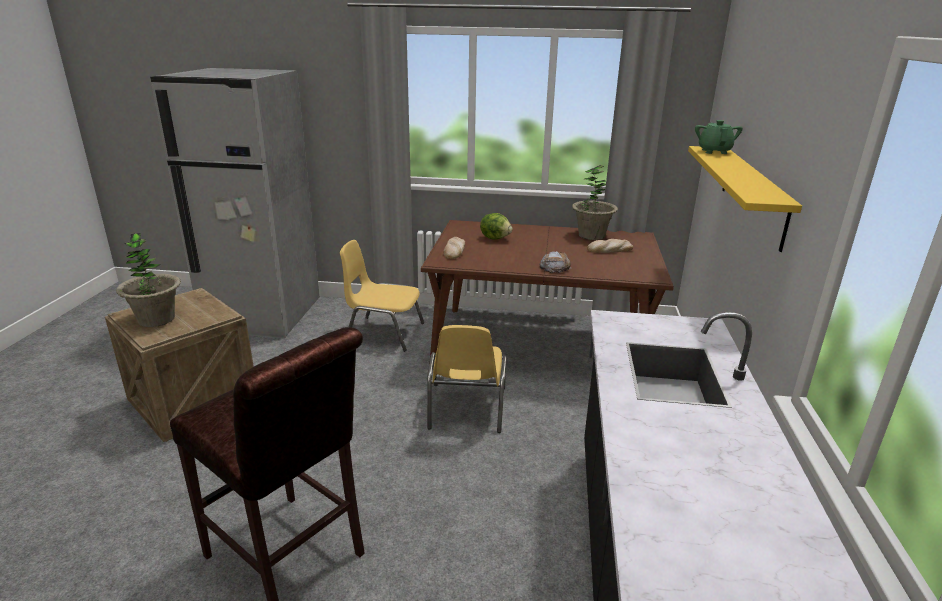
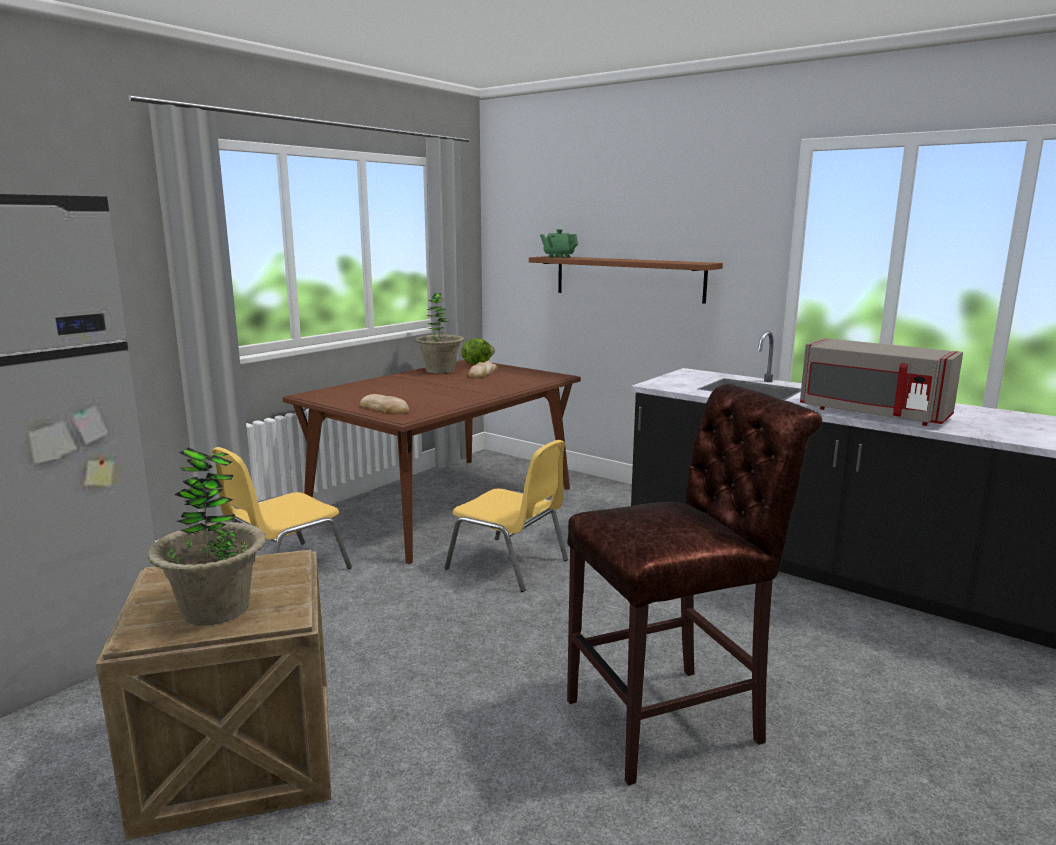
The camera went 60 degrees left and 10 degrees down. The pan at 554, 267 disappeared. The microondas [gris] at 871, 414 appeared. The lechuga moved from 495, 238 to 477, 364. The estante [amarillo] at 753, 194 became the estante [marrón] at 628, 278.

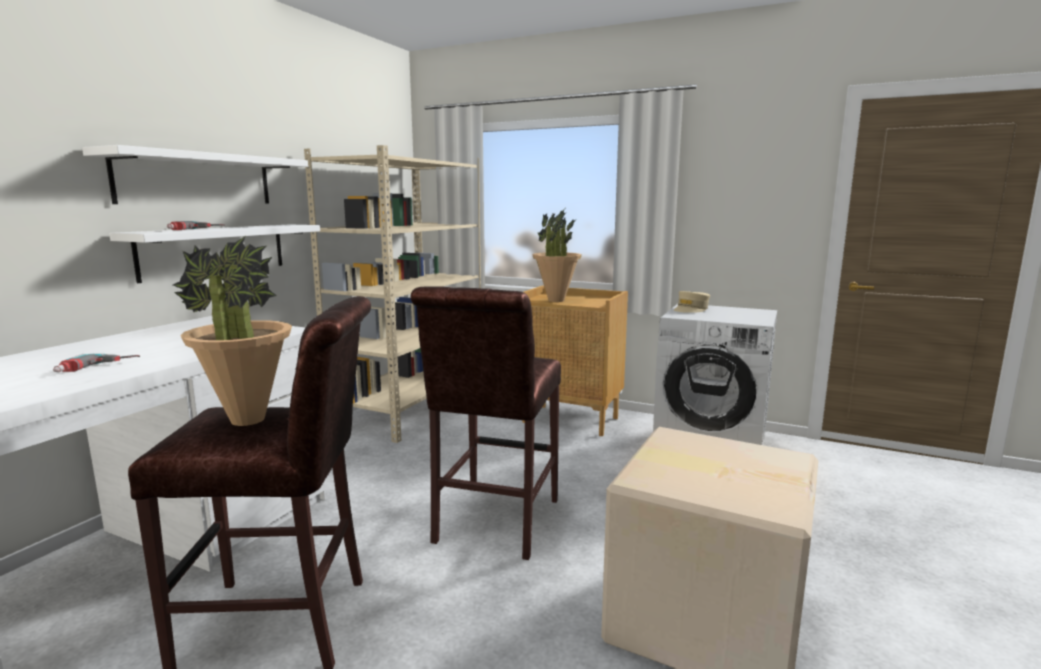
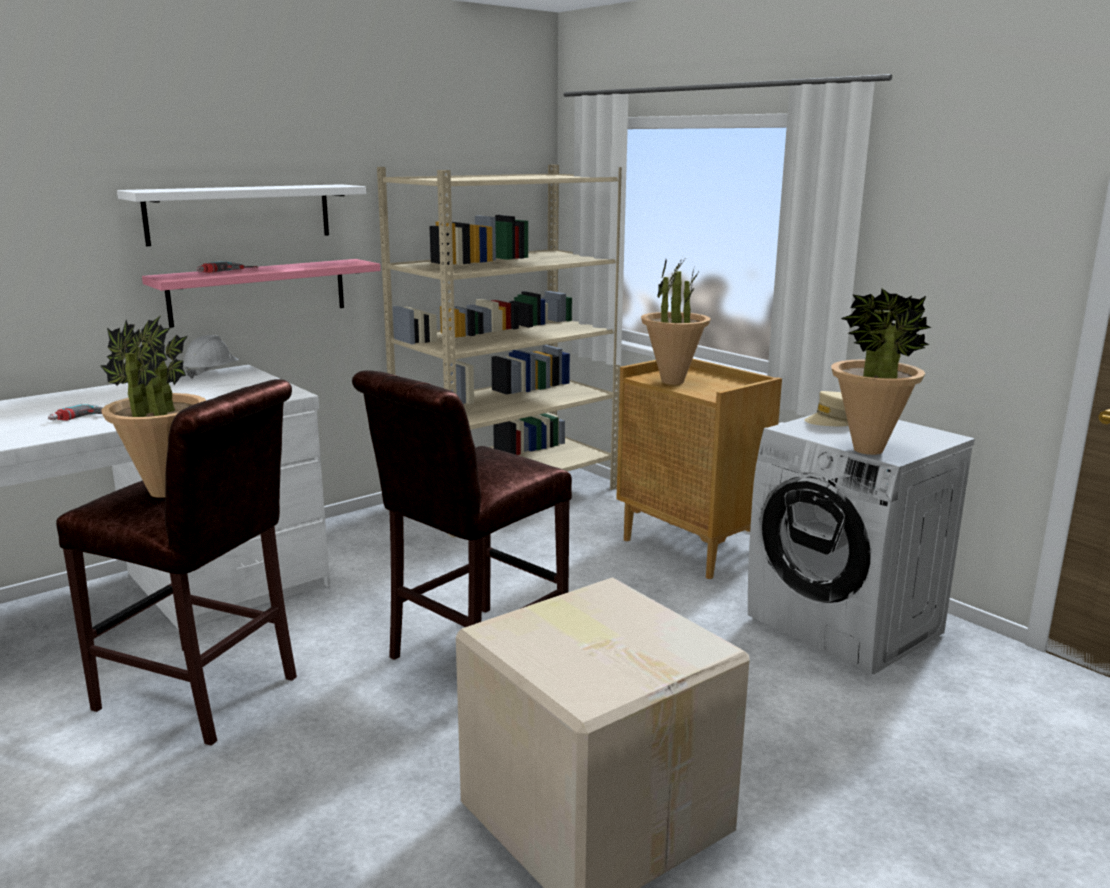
The camera went 25 degrees right and 5 degrees up. The casco [blanco] at 211, 373 appeared. The planta en maceta at 868, 450 appeared. The estante [blanco] at 215, 250 became the estante [rosa] at 259, 292.

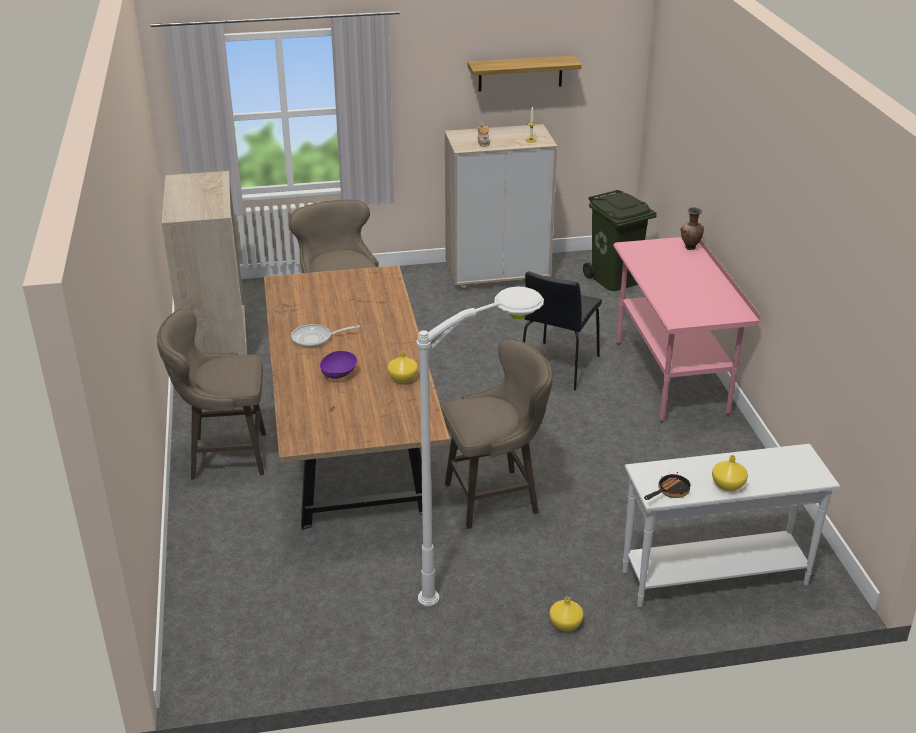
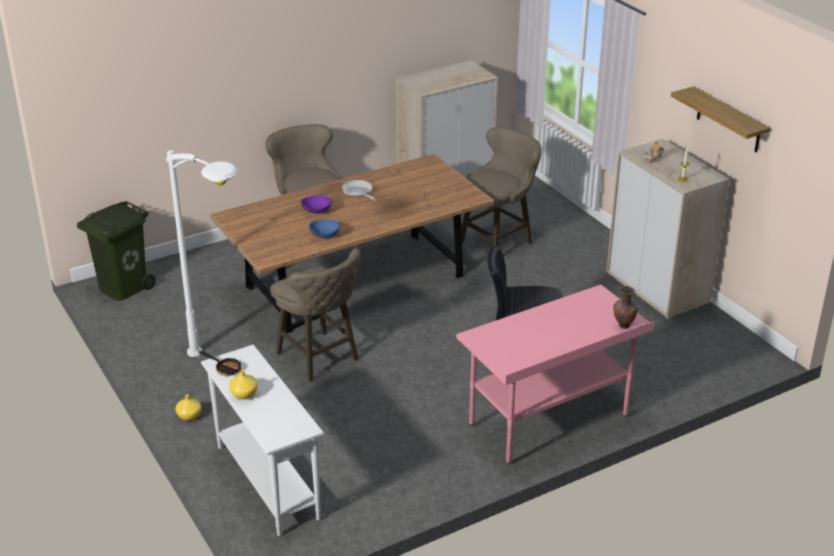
The camera went 70 degrees right and 0 degrees up. The papelera [verde] moved from 614, 280 to 122, 287. The florero [amarillo] at 402, 379 was replaced by the cuenco [azul] at 324, 236.

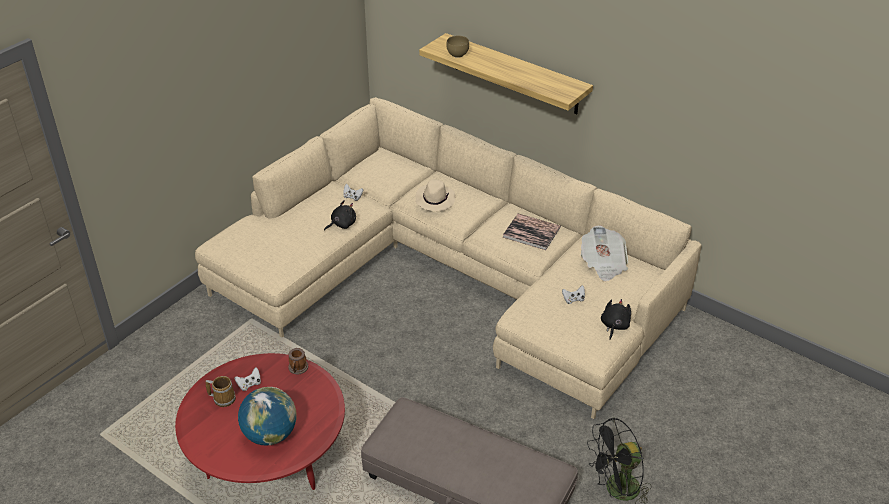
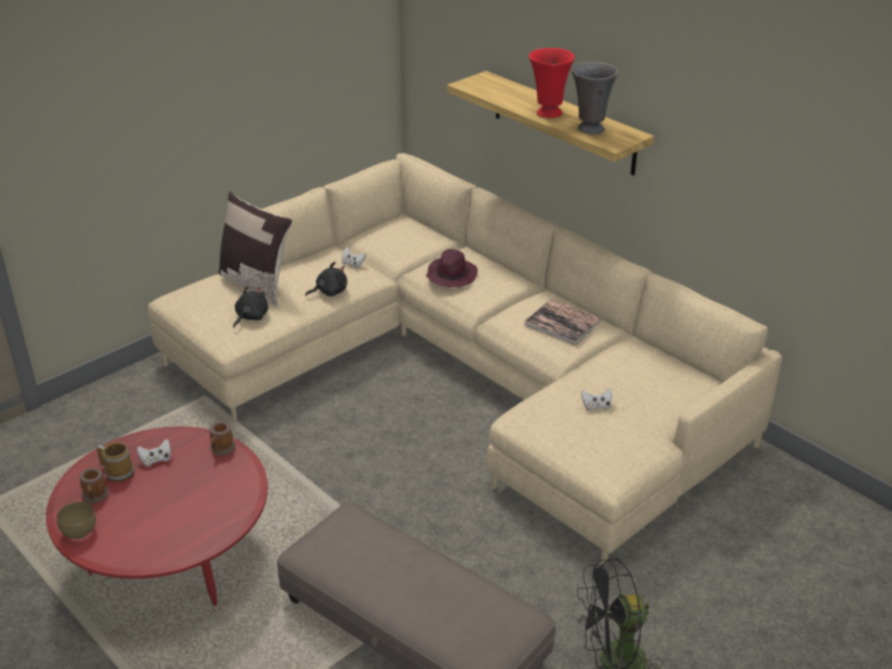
The camera went 10 degrees right and 5 degrees down. The globo terráqueo at 270, 435 disappeared. The periódico at 603, 264 disappeared. The taza grande at 95, 497 appeared. The cojín at 257, 285 appeared. The florero [rojo] at 548, 113 appeared. The florero [gris] at 589, 129 appeared. The cuenco [marrón] moved from 457, 54 to 79, 531. The peluche [negro] moved from 614, 326 to 250, 317. The sombrero [beis] at 434, 200 became the sombrero [morado] at 451, 275.

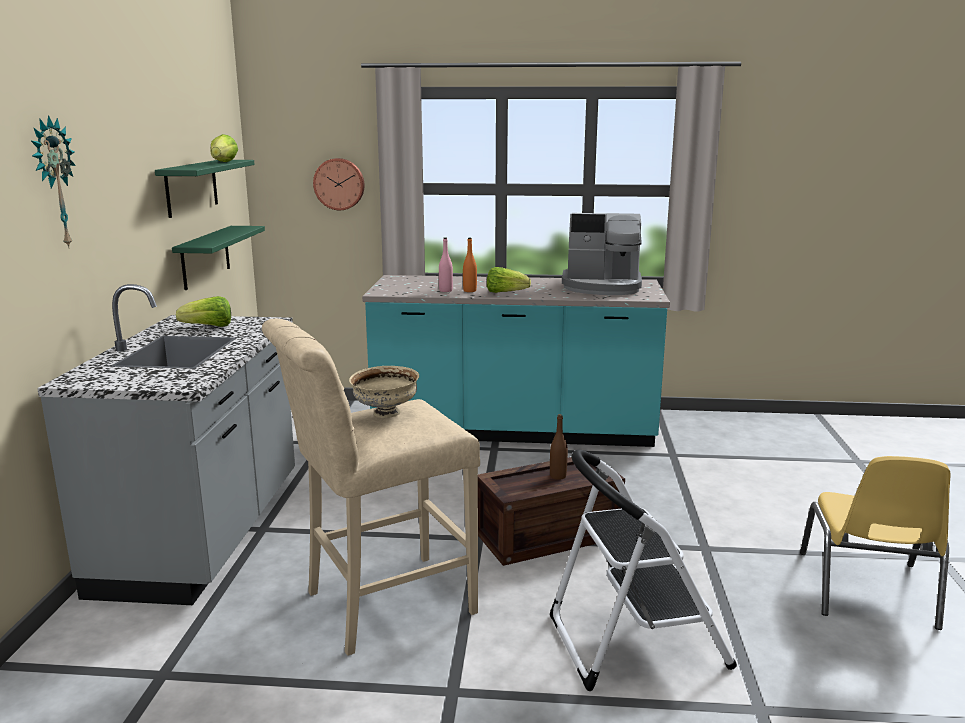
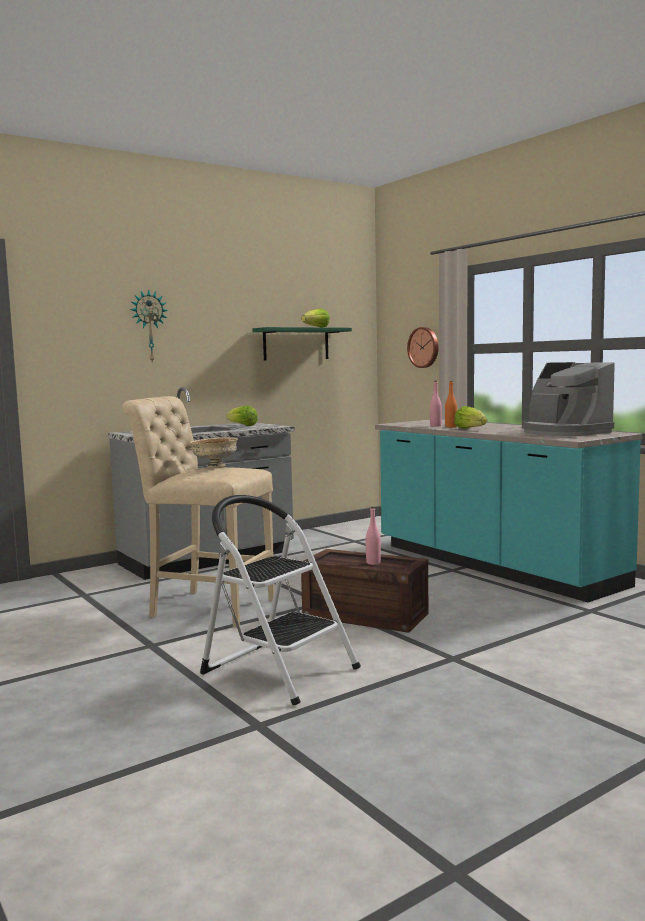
The camera went 50 degrees right and 10 degrees down. The estante [verde] at 205, 257 disappeared. The silla [amarillo] at 867, 590 disappeared. The botella [marrón] at 558, 476 became the botella [rosa] at 373, 563.

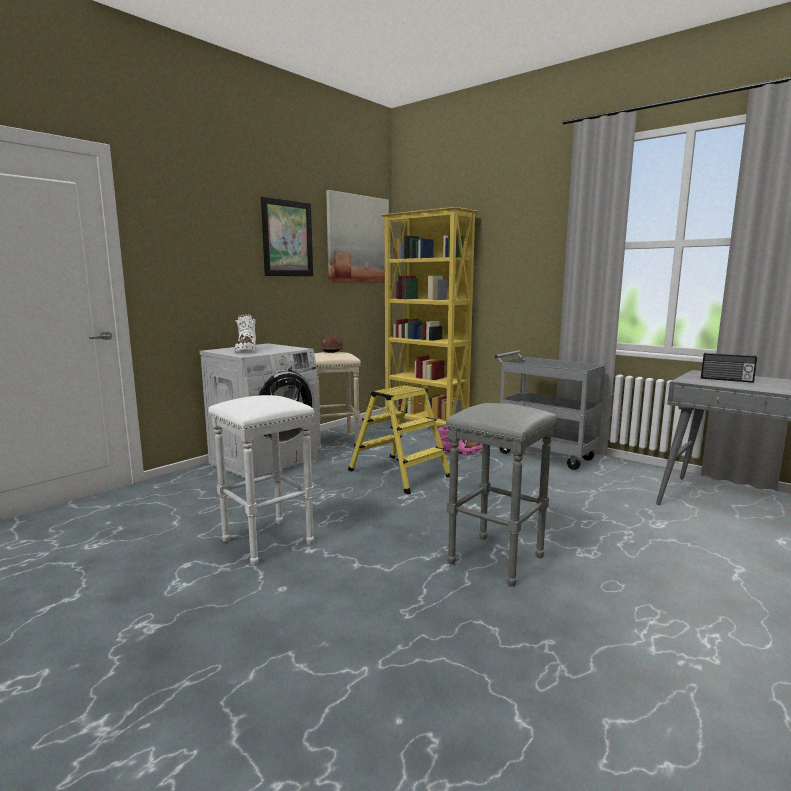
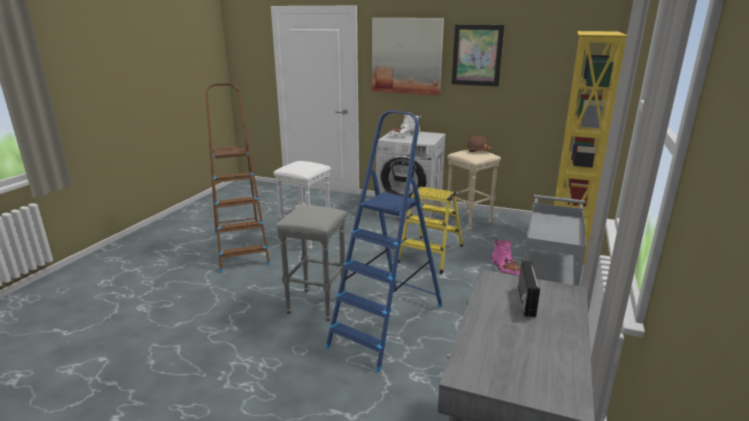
The camera went 70 degrees right and 10 degrees up. The escalera de tijera [marrón] at 241, 247 appeared. The escalera de tijera [azul] at 387, 325 appeared. The cuadro moved from 358, 239 to 406, 56.

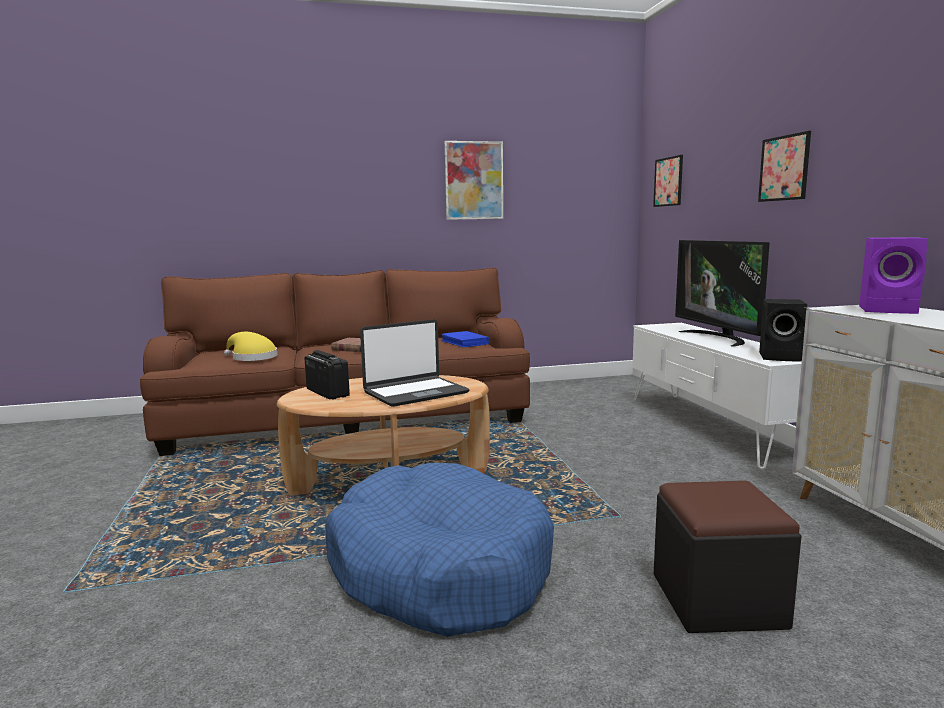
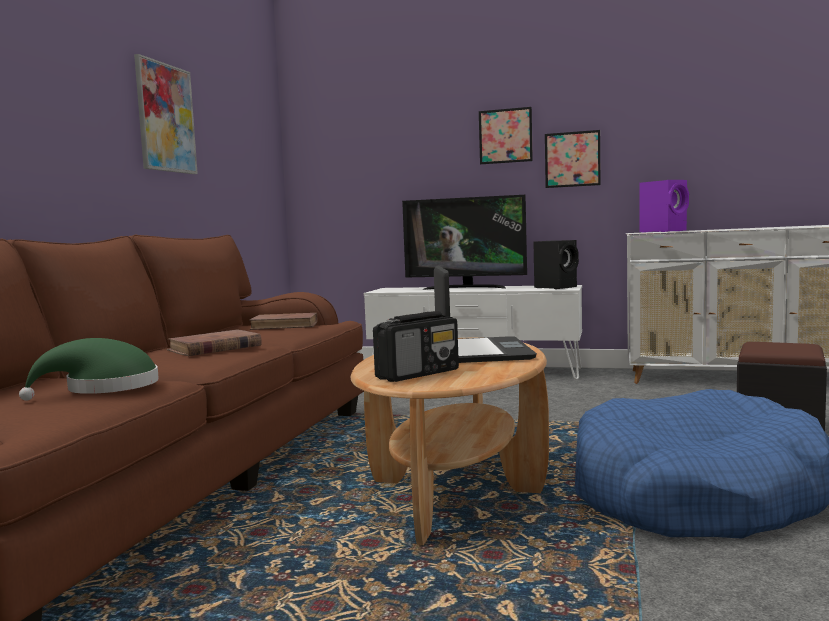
The camera went 60 degrees left and 5 degrees down. The cuadro moved from 668, 181 to 572, 159. The sombrero [amarillo] at 252, 358 became the sombrero [verde] at 105, 389. The libro [azul] at 465, 342 became the libro [marrón] at 285, 325. The radio at 327, 393 turned 150 degrees clockwise.

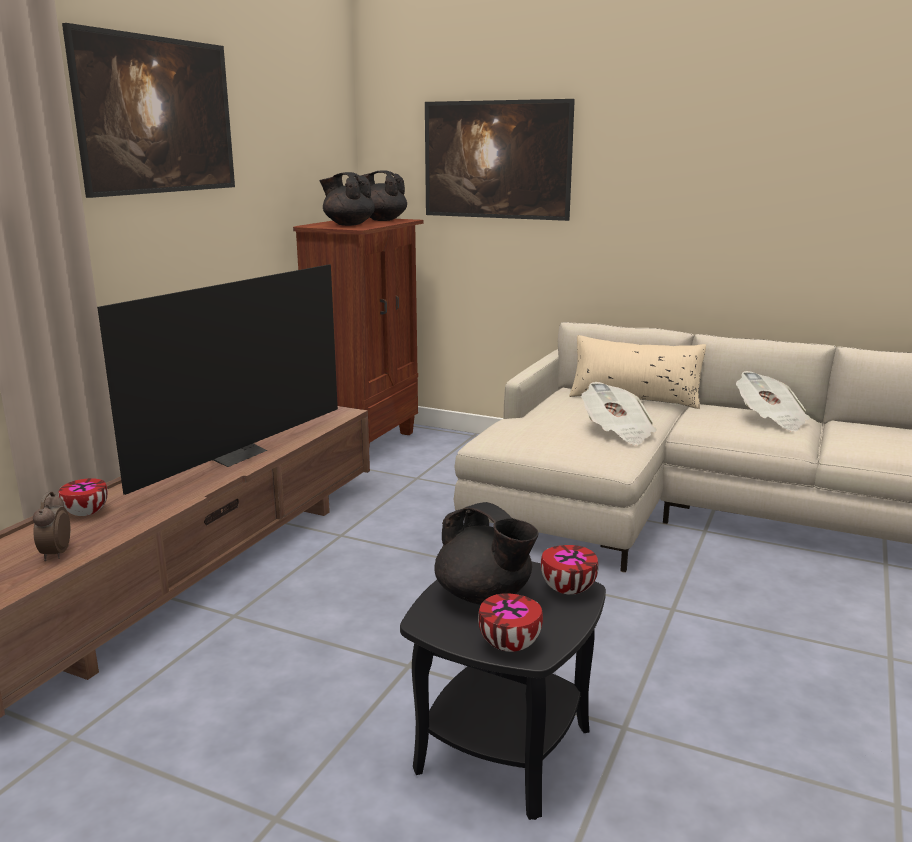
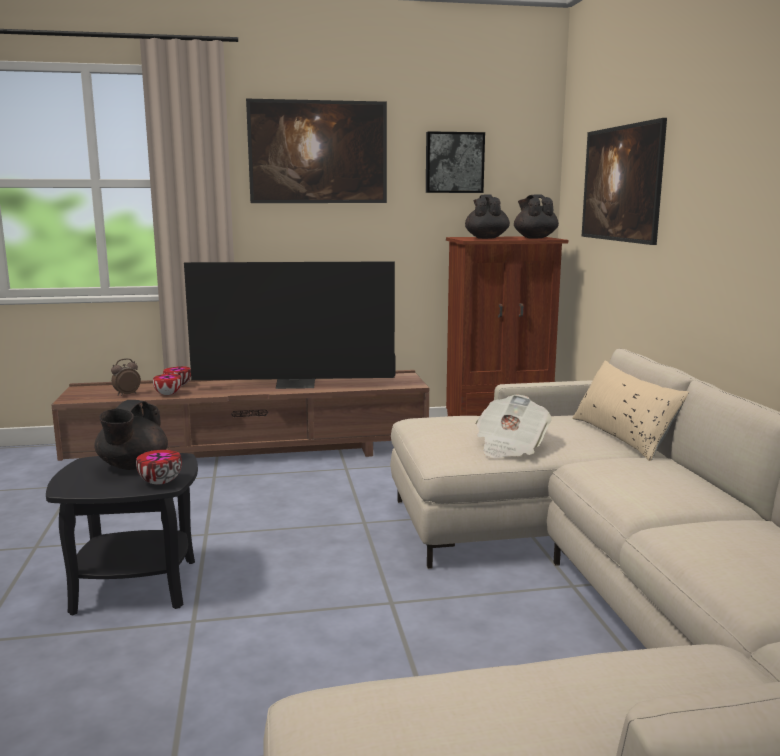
The camera went 55 degrees right and 5 degrees down. The periódico at 770, 420 disappeared. The cuadro at 454, 162 appeared. The cuenco moved from 510, 646 to 167, 394.

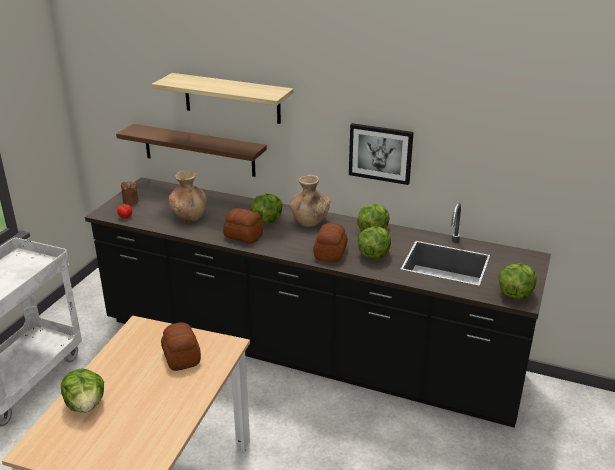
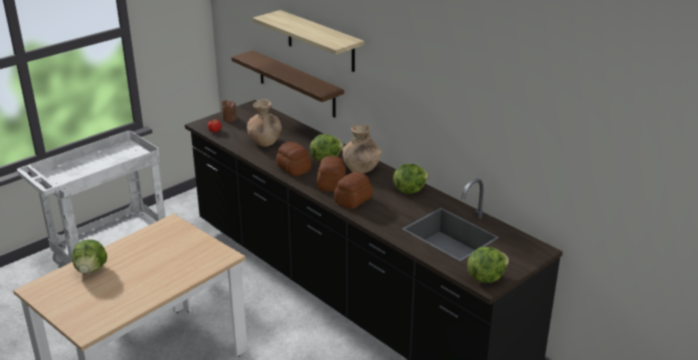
The camera went 25 degrees right and 0 degrees up. The cuadro at 380, 153 disappeared. The lechuga at 373, 255 disappeared. The pan moved from 181, 357 to 331, 184.

